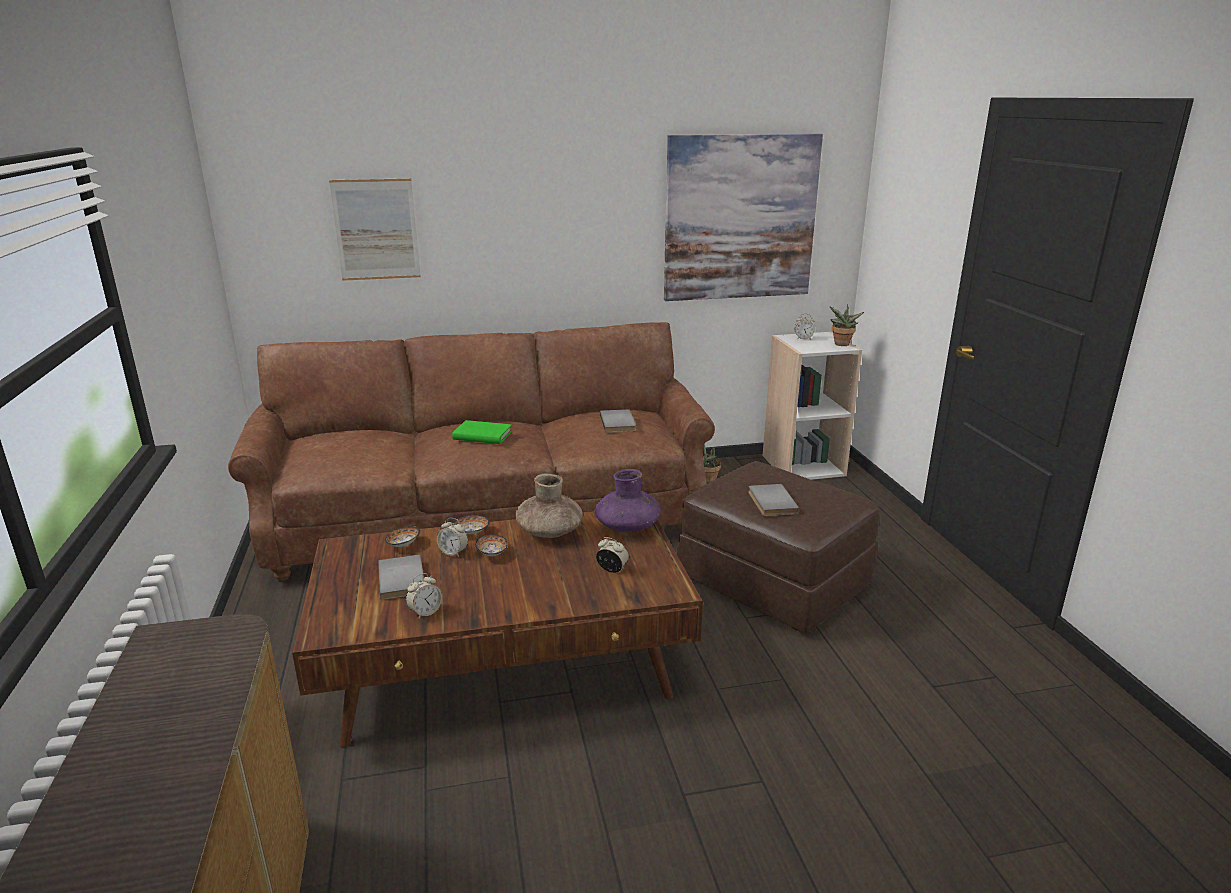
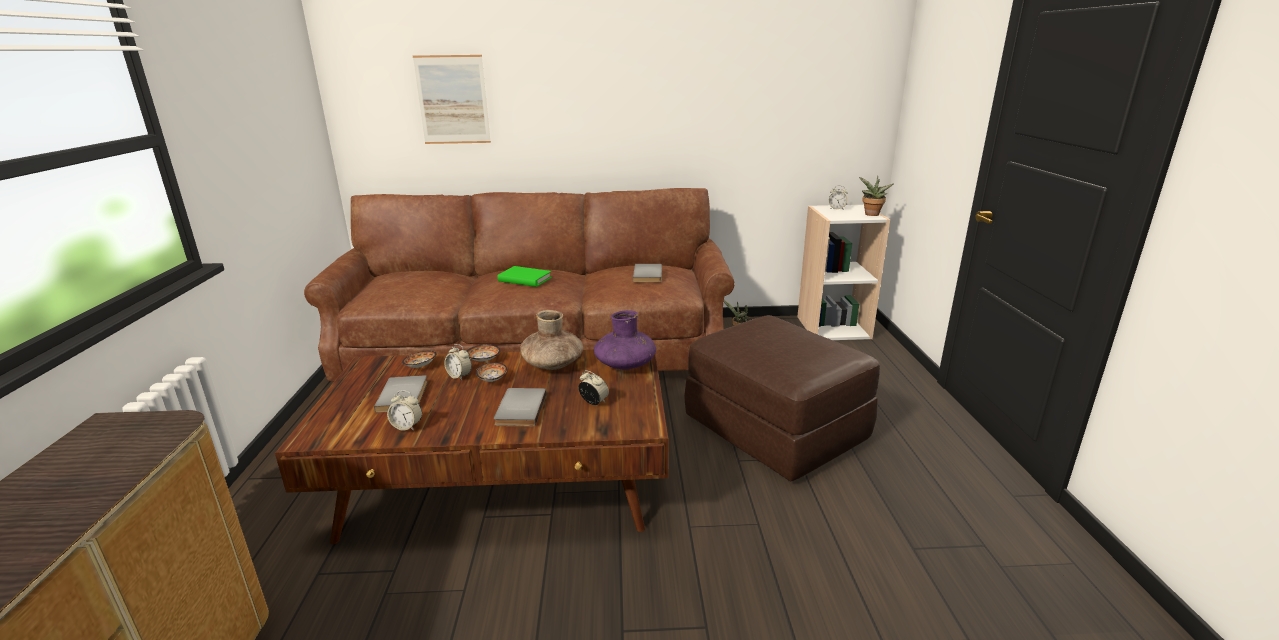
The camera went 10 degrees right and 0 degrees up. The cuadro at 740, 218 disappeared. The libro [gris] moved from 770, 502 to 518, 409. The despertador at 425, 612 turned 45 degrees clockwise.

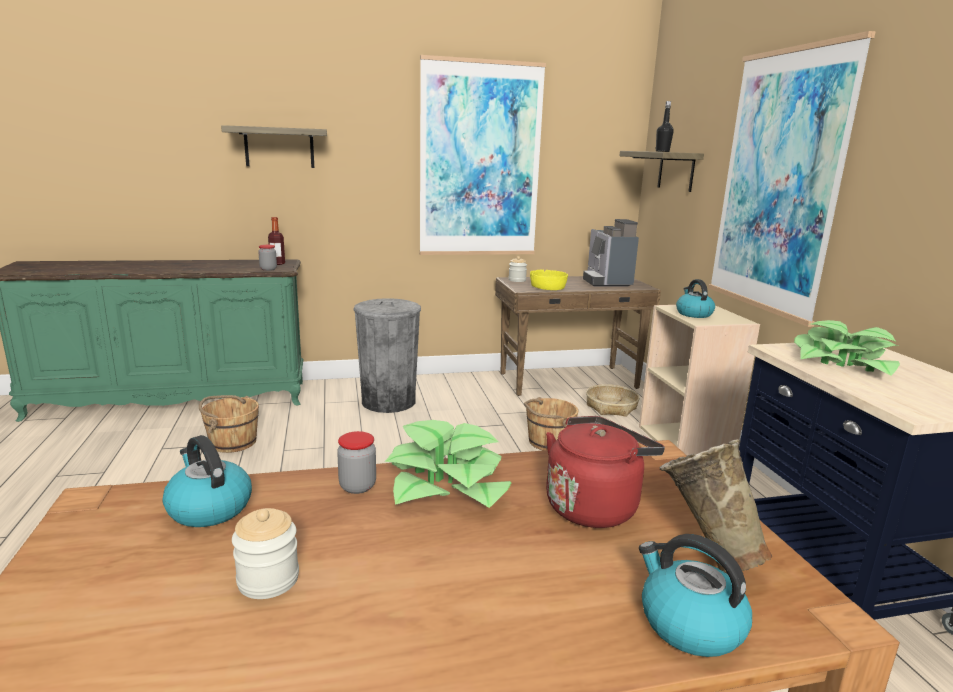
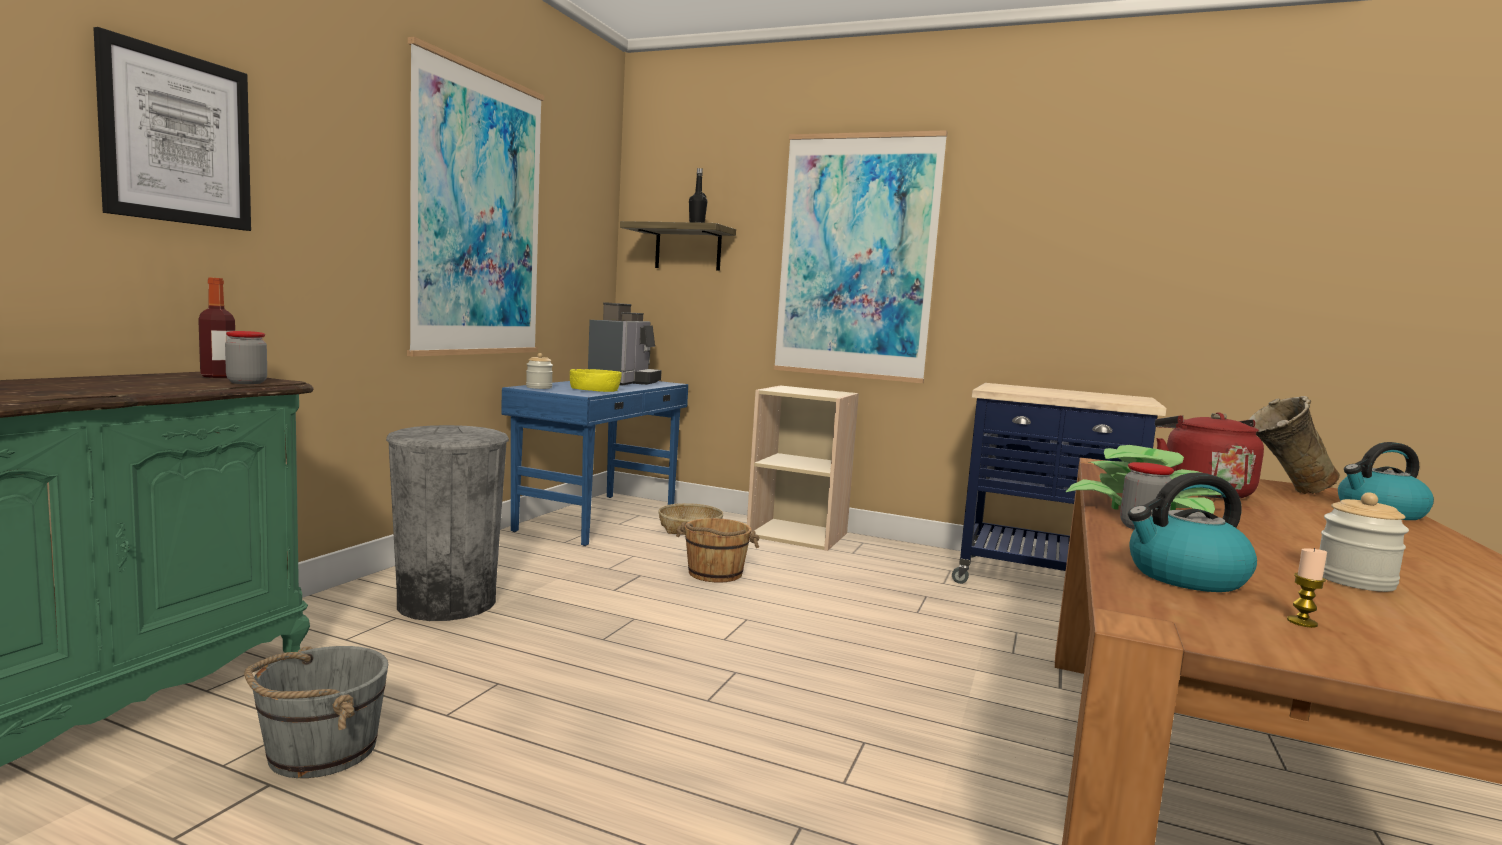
The camera went 55 degrees left and 10 degrees down. The hervidor at 693, 314 disappeared. The planta en maceta at 842, 362 disappeared. The vela at 1302, 622 appeared. The estante at 279, 147 was replaced by the cuadro at 177, 138. The cubo [marrón] at 232, 442 became the cubo [gris] at 320, 751. The mesa consola [marrón] at 568, 380 became the mesa consola [azul] at 598, 518. The cafetera at 606, 282 turned 105 degrees counterclockwise.

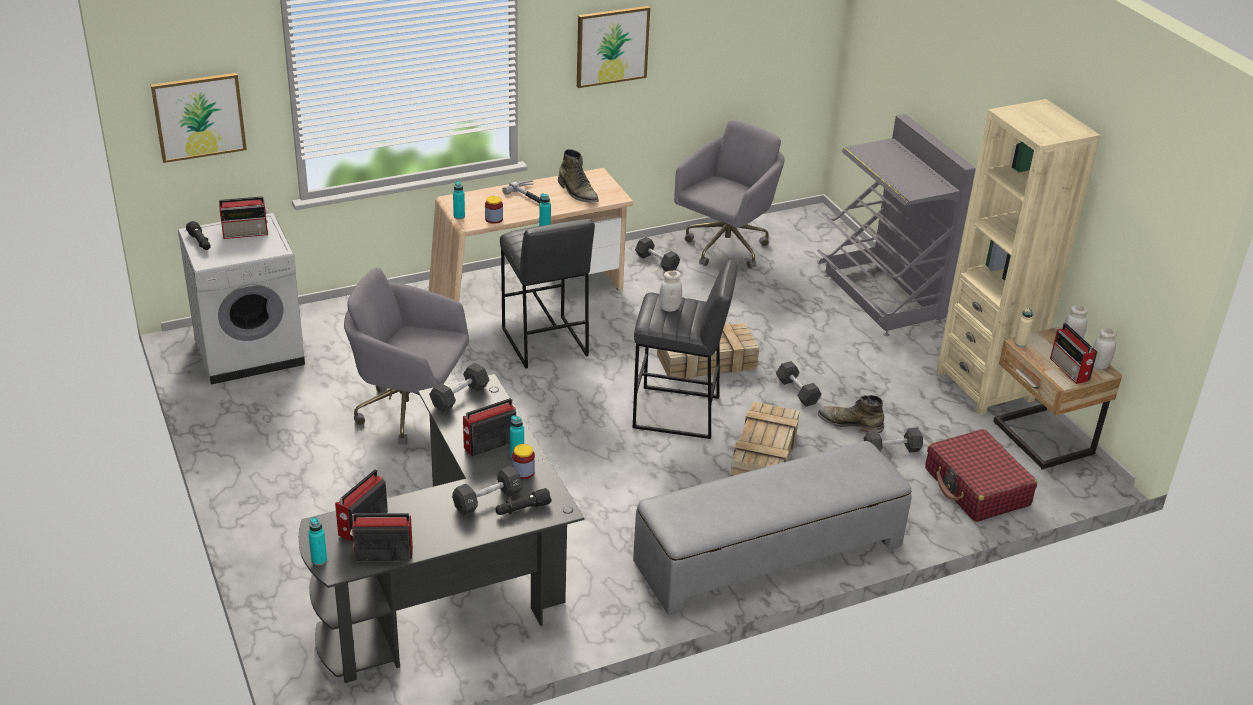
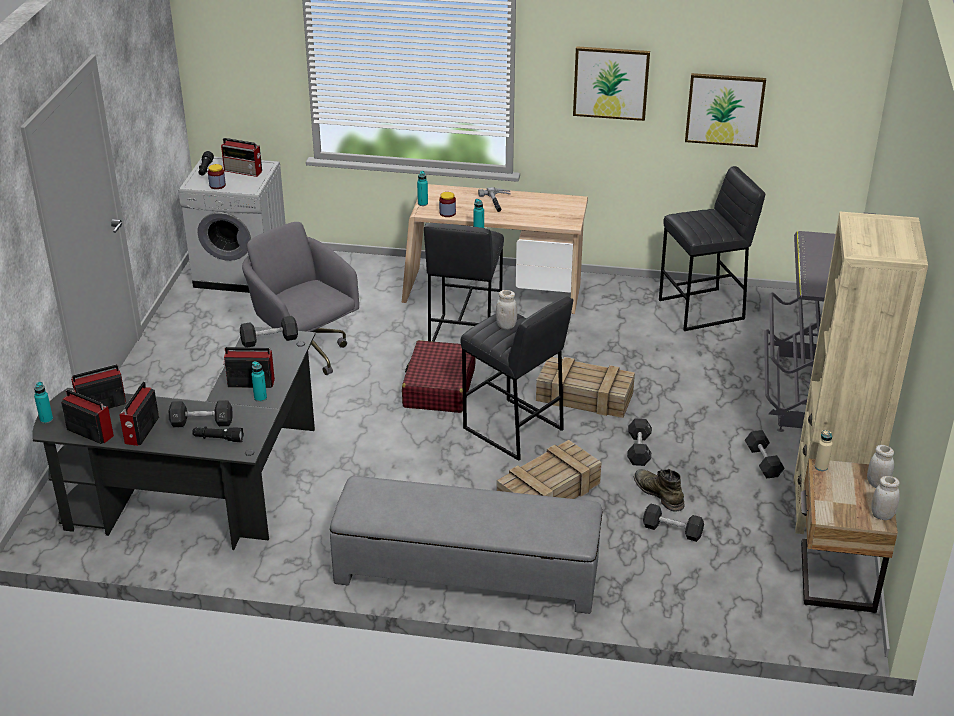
The camera went 35 degrees right and 0 degrees up. The bota [verde] at 577, 192 disappeared. The cuadro moved from 199, 116 to 724, 109. The tarro moved from 523, 472 to 217, 185. The mancuerna [negro] moved from 657, 262 to 763, 462. The maleta [rojo] moved from 976, 487 to 439, 388. The radio moved from 1070, 370 to 141, 431. The silla de oficina [gris] at 724, 251 was replaced by the taburete [gris] at 702, 309.

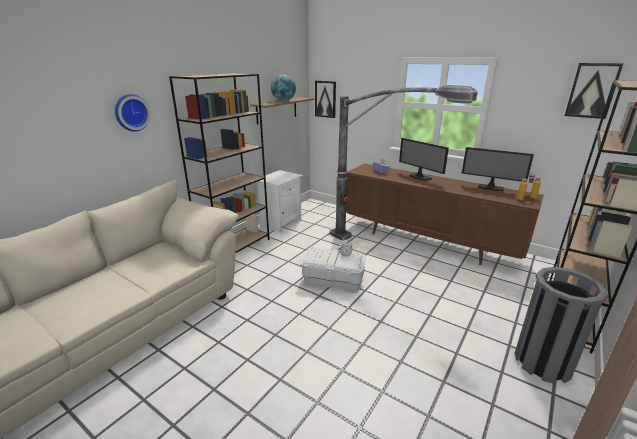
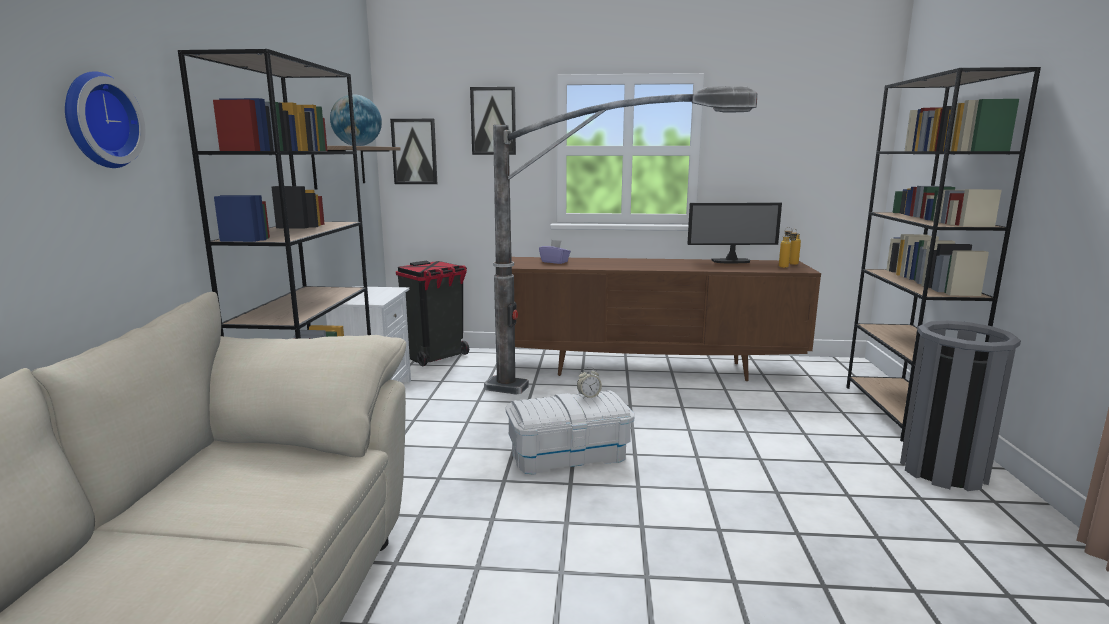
The camera went 30 degrees left and 10 degrees down. The monitor at 419, 177 disappeared. The papelera [negro] at 436, 357 appeared. The cuadro moved from 592, 90 to 493, 121.

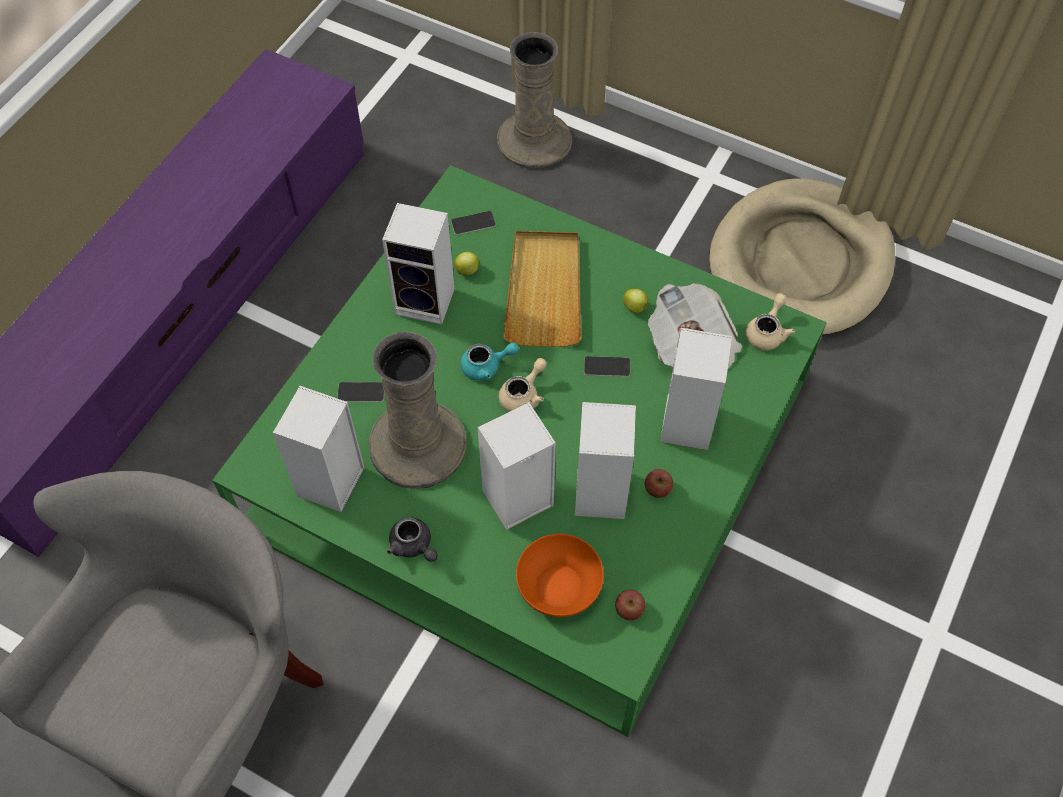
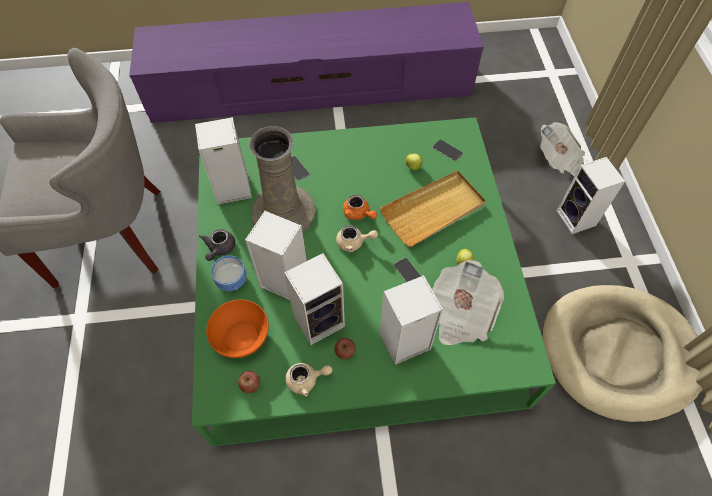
The camera went 55 degrees right and 0 degrees up. The cuenco at 230, 280 appeared. The altavoz moved from 427, 301 to 577, 219. The tetera [beis] moved from 767, 332 to 306, 380. The florero [beis] at 534, 140 was replaced by the periódico at 559, 160. The tetera [turquesa] at 487, 366 became the tetera [naranja] at 358, 214.

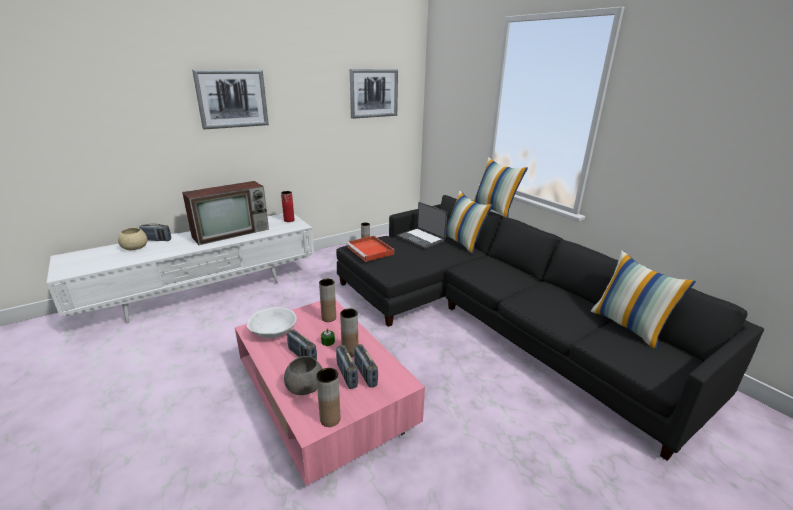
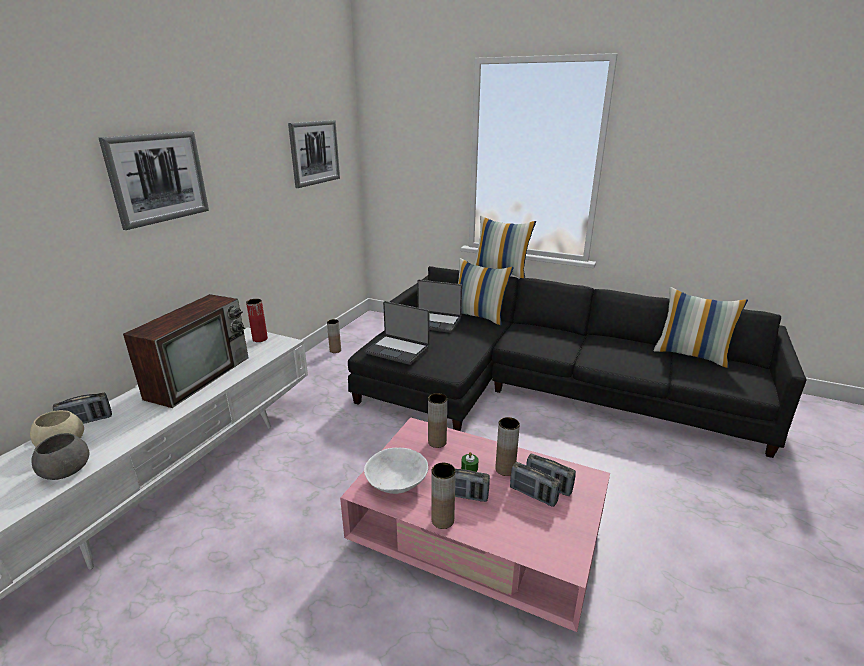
The camera went 30 degrees left and 0 degrees up. The cuenco [gris] moved from 304, 387 to 65, 471. The florero [marrón] moved from 330, 419 to 442, 520. The bandeja [rojo] at 370, 250 was replaced by the portátil at 398, 350.

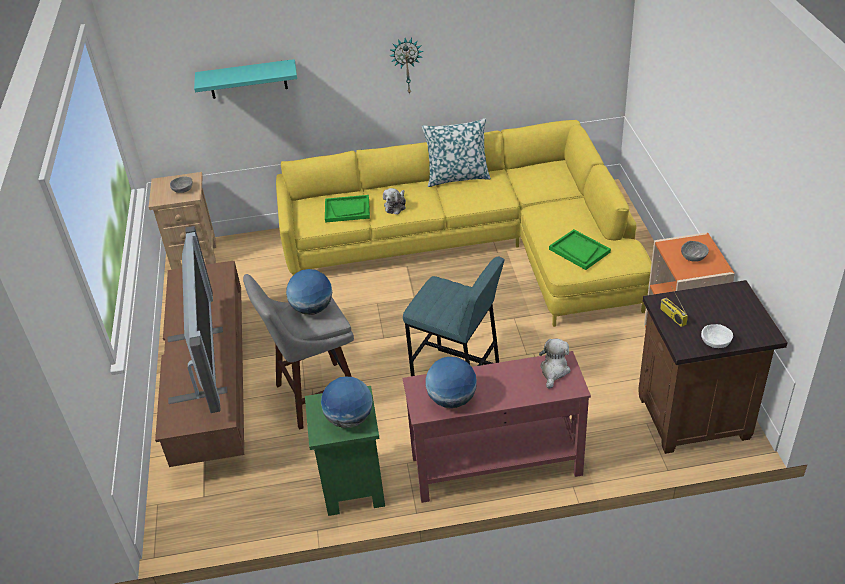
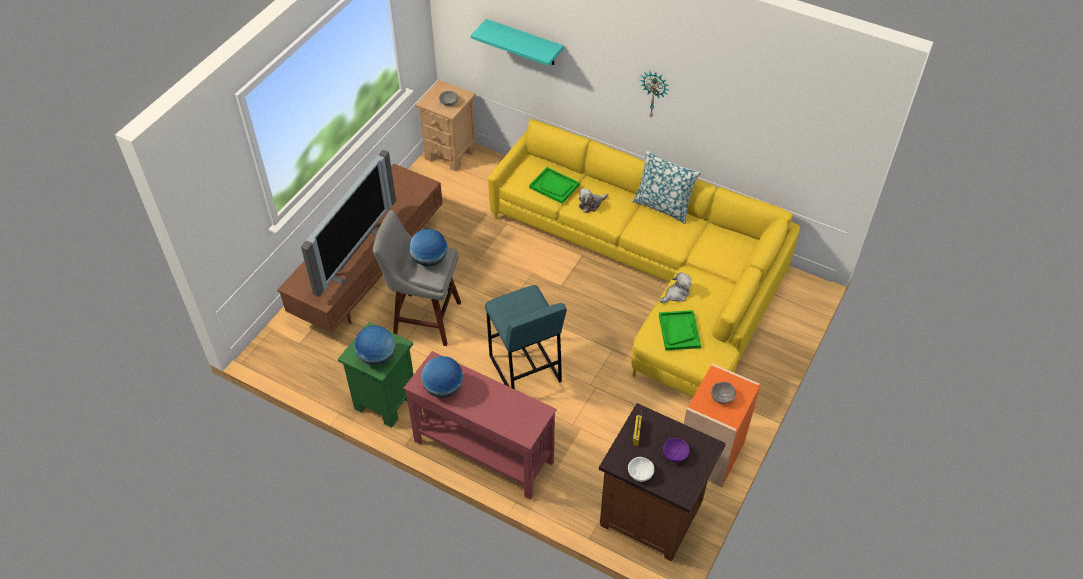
The camera went 35 degrees right and 10 degrees up. The cuenco [morado] at 675, 454 appeared. The peluche moved from 554, 371 to 676, 294.

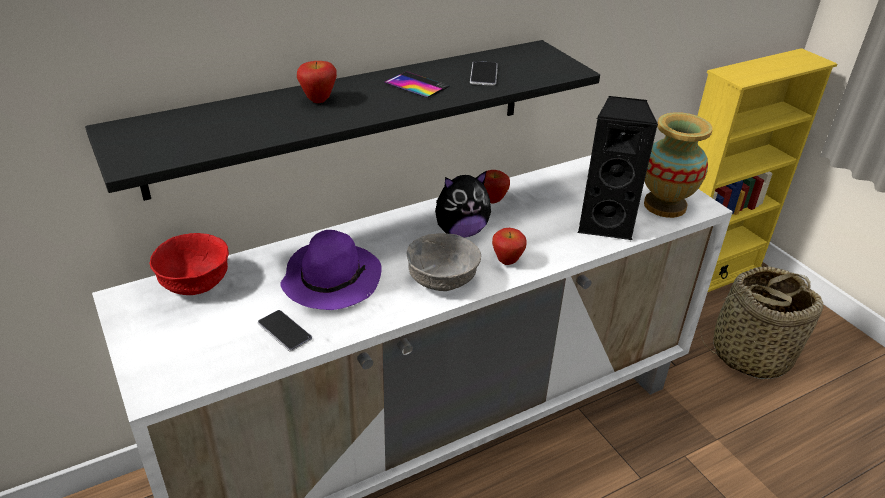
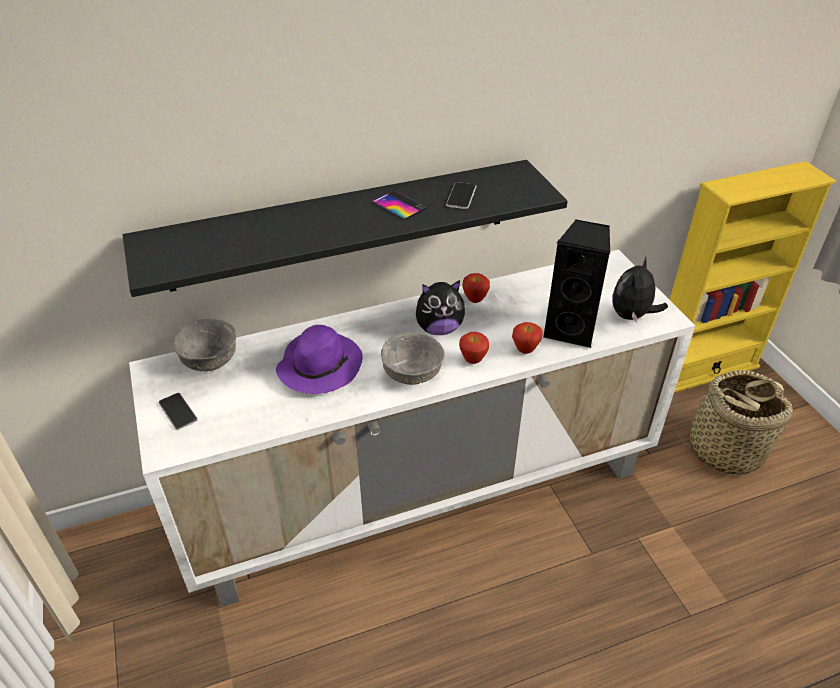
The camera went 10 degrees right and 5 degrees up. The móvil moved from 284, 331 to 178, 412. The manzana moved from 318, 100 to 525, 350. The florero at 665, 206 was replaced by the peluche at 632, 316. The cuenco [rojo] at 196, 283 became the cuenco [gris] at 211, 360.

